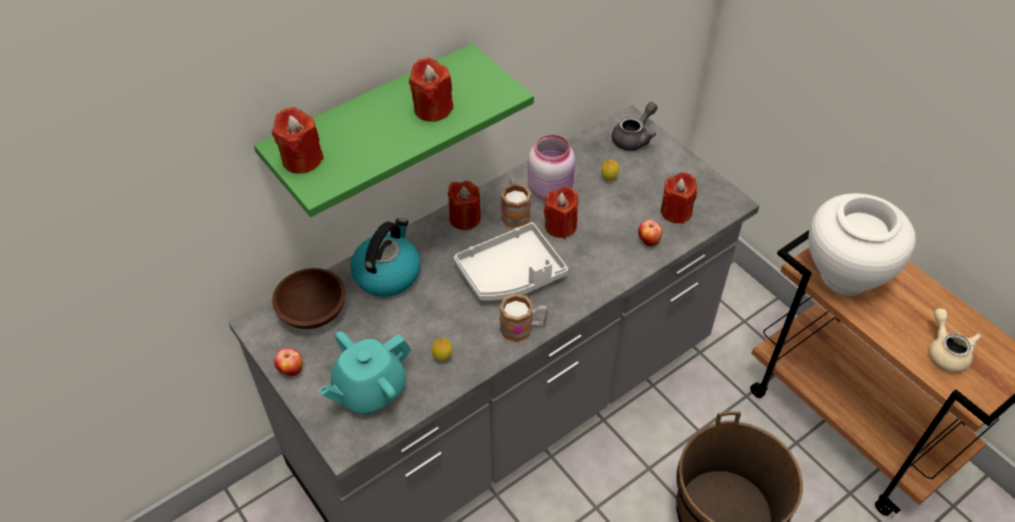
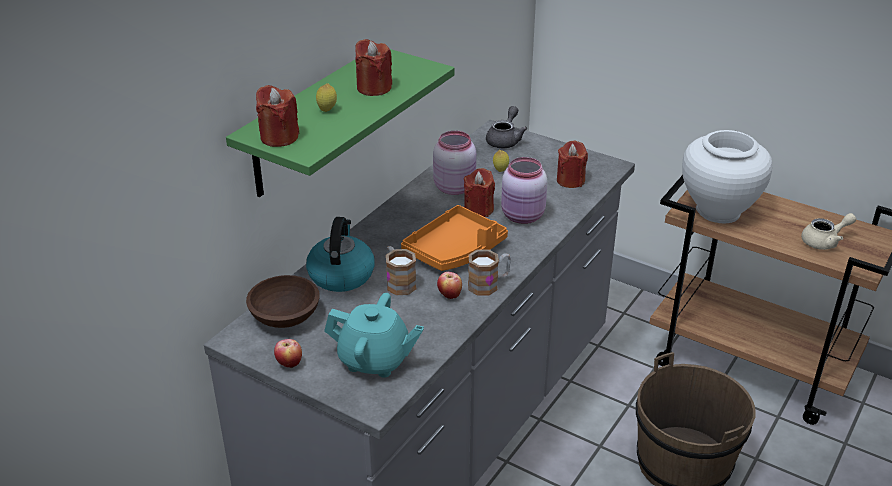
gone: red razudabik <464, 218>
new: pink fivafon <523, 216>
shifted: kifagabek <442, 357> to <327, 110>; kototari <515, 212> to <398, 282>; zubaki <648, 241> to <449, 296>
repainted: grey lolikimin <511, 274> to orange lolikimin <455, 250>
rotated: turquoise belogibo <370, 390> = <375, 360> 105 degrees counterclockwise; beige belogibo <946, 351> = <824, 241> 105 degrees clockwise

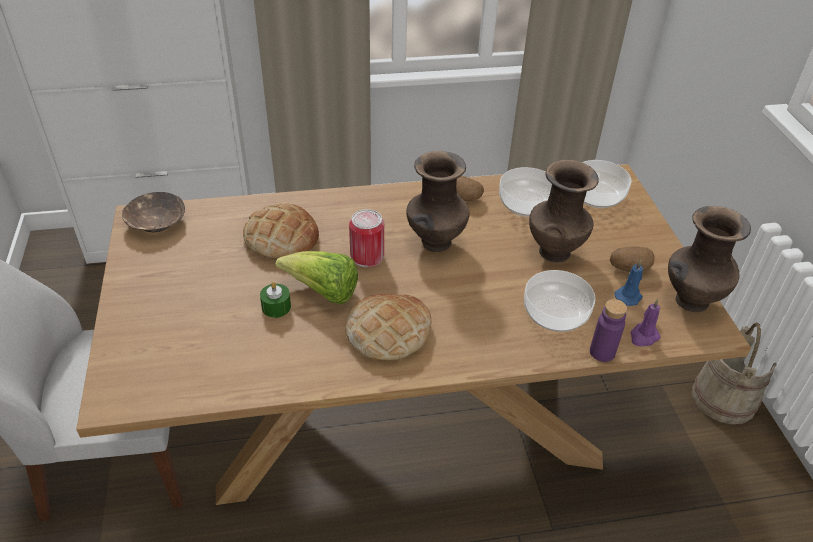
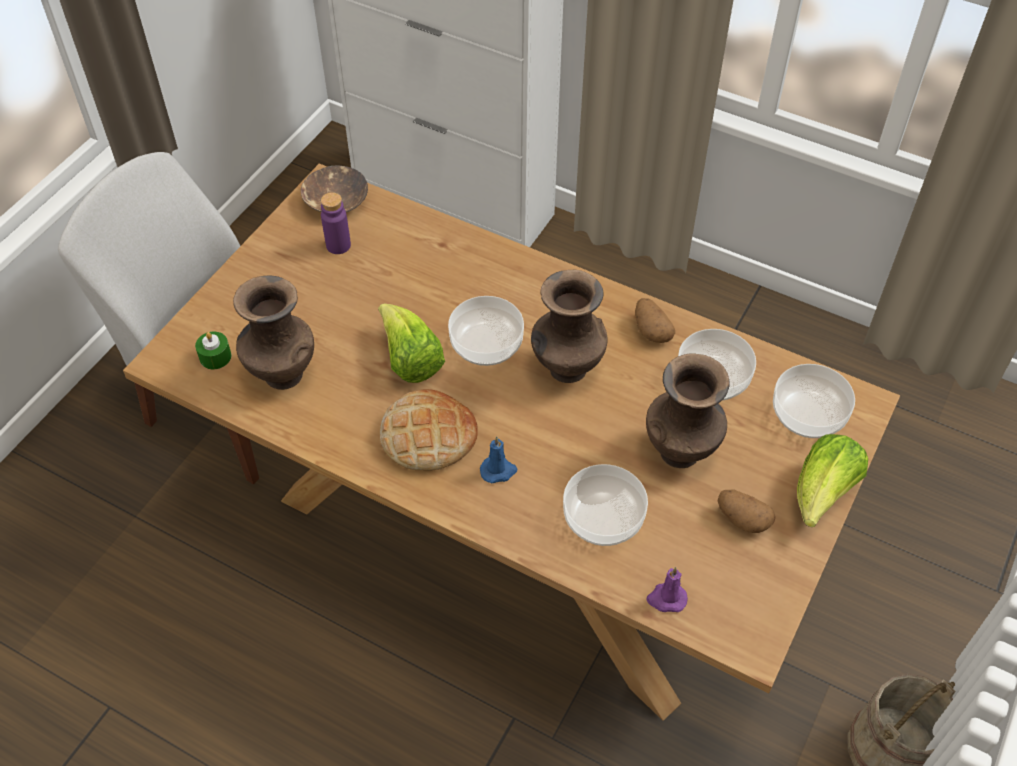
gone: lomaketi <282, 237>
new: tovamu <822, 493>
shifted: green razudabik <276, 307> to <215, 357>; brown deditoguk <690, 301> to <281, 374>; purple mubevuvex <602, 352> to <338, 245>; blue razudabik <629, 296> to <498, 471>
swapped: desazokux <367, 256> to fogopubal <486, 345>

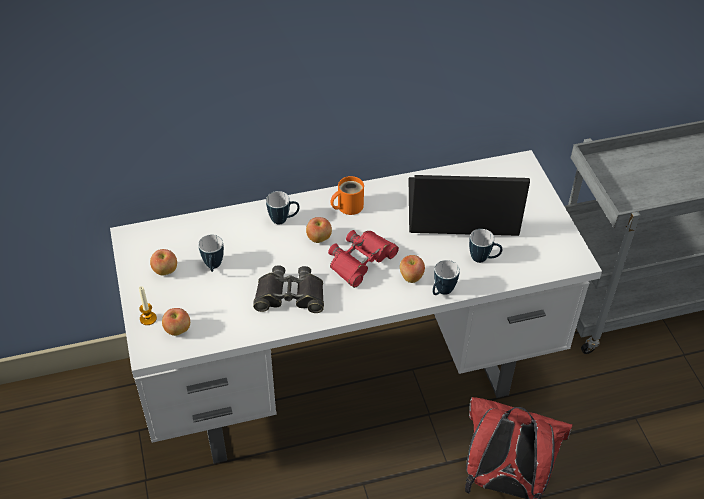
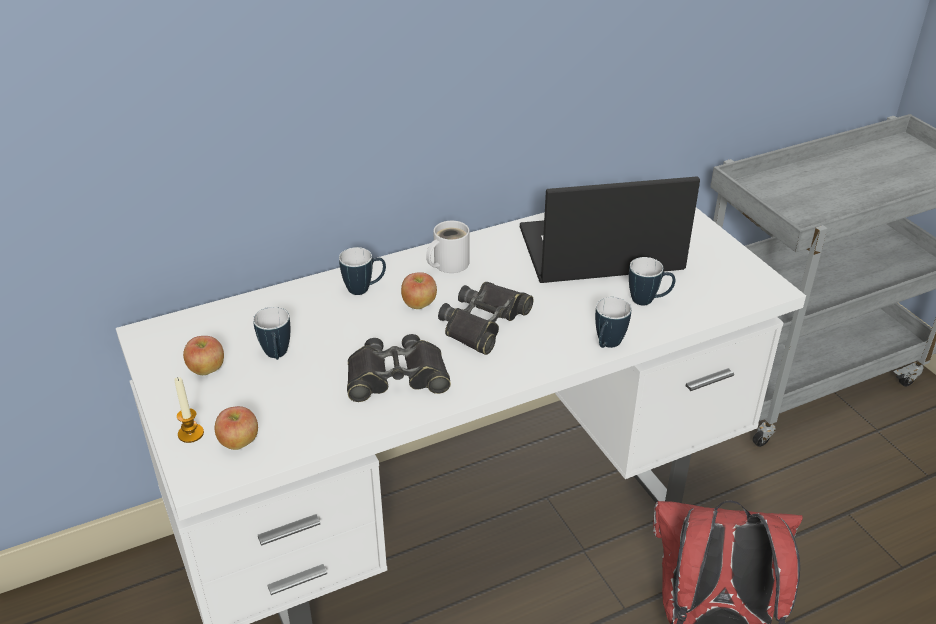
gone: zubaki <411, 277>
repainted: orange kototari <347, 206> to white kototari <447, 264>; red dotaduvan <360, 261> to black dotaduvan <484, 323>

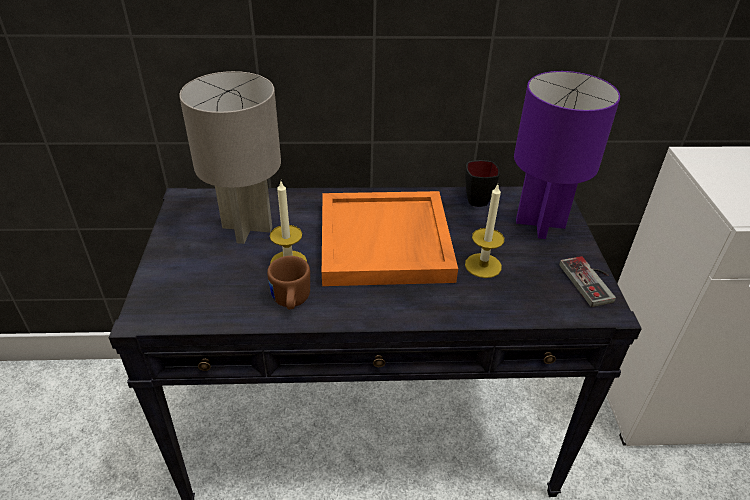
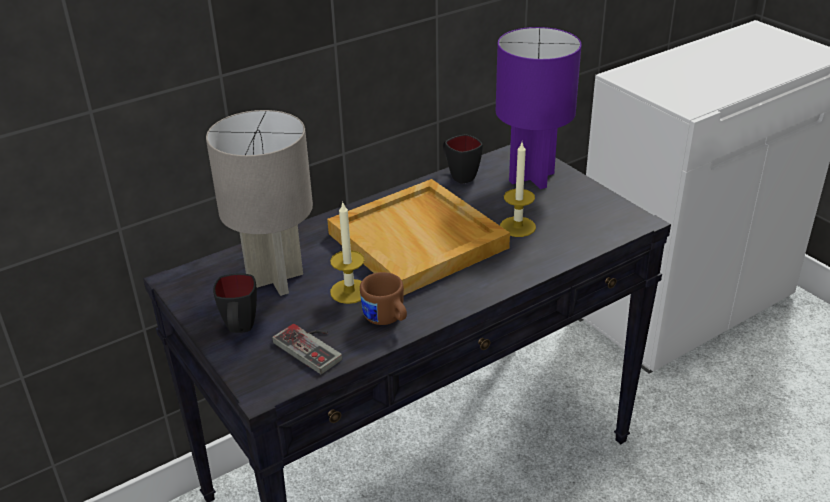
new: black kototari <240, 330>
shifted: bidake <592, 281> to <313, 346>
repainted: orange lolikimin <386, 242> to beige lolikimin <419, 241>

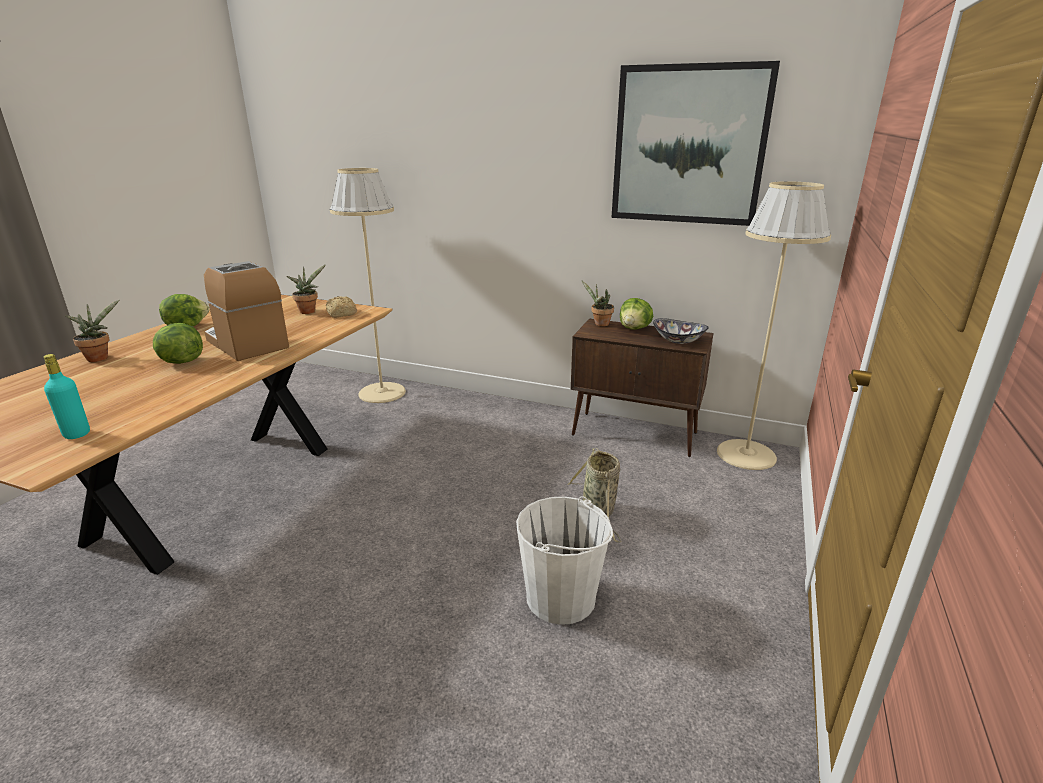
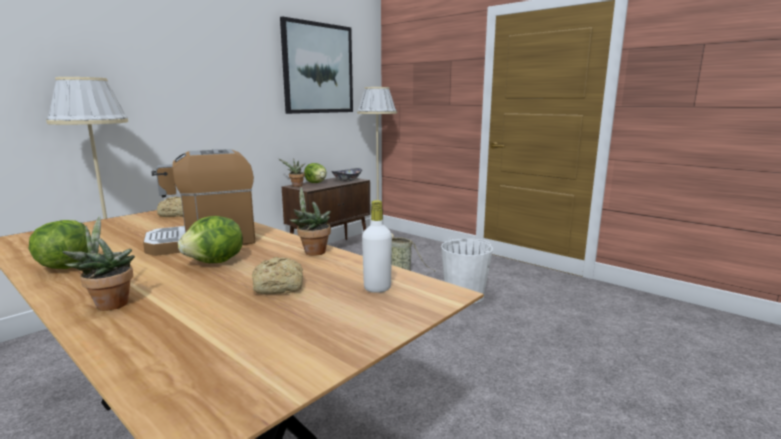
new: lomaketi <280, 287>
shifted: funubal <309, 311> to <312, 251>
repainted: turquoise mubevuvex <77, 434> to white mubevuvex <377, 288>

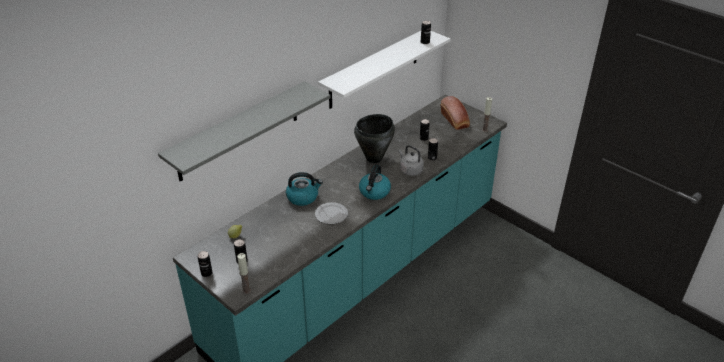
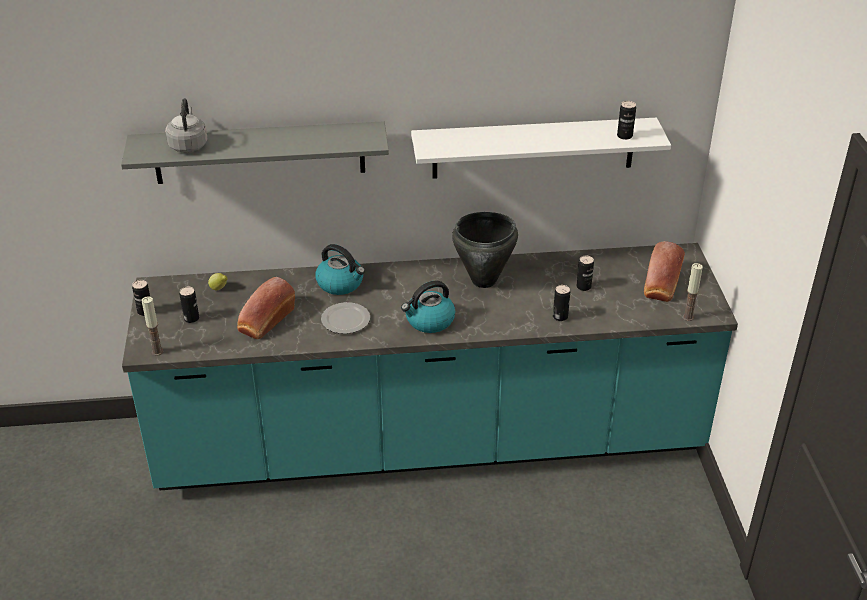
new: lomaketi <265, 321>
shifted: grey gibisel <410, 170> to <188, 145>

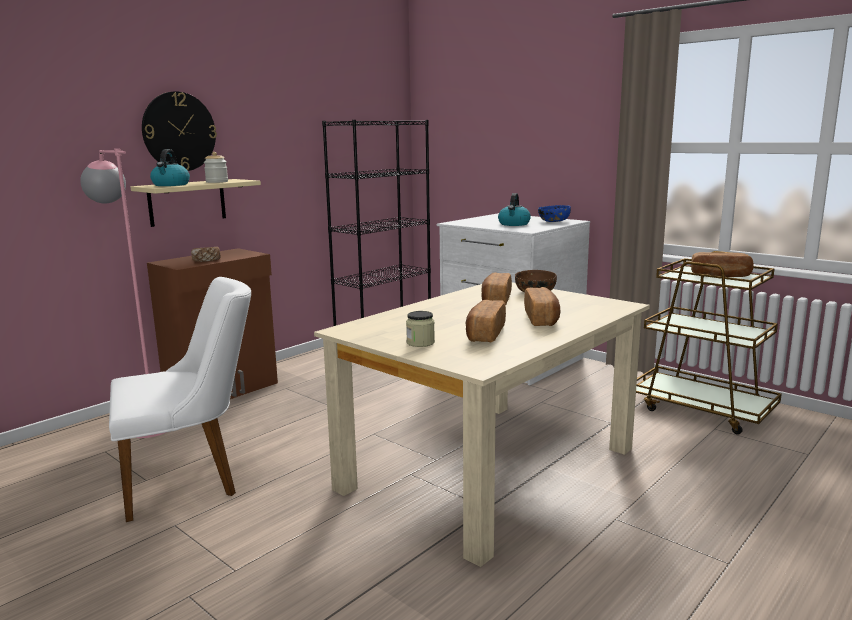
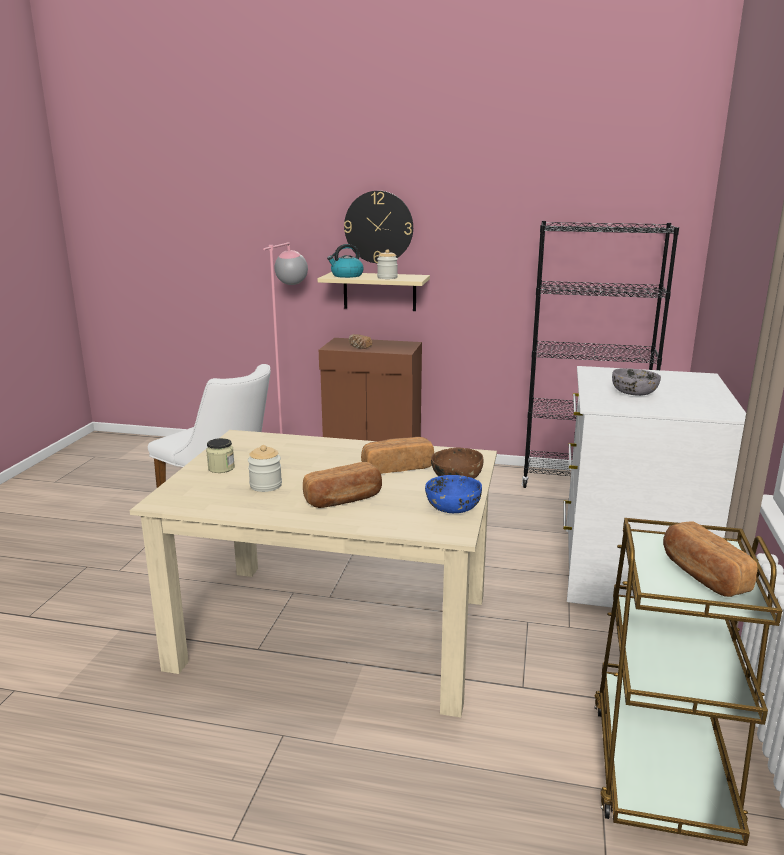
shifted: blue fogopubal <553, 221> to <453, 507>
swapped: lomaketi <484, 334> to fivafon <266, 485>; gibisel <514, 224> to grey fogopubal <634, 393>

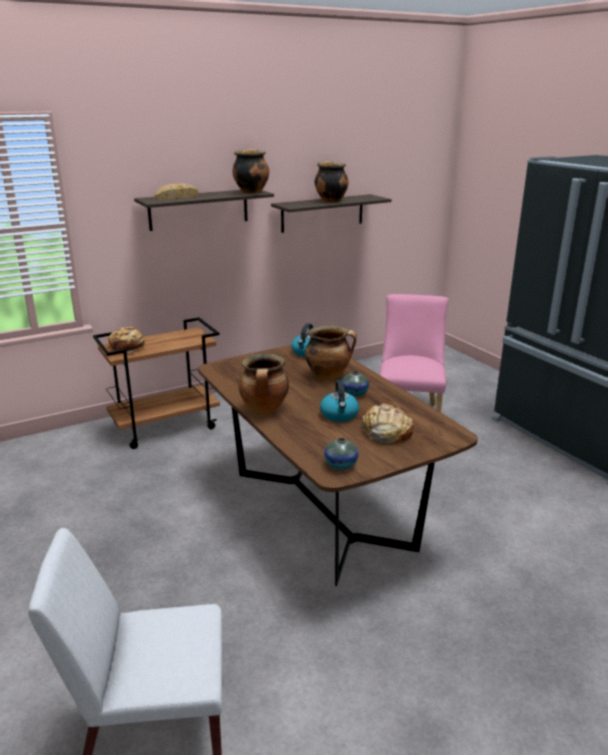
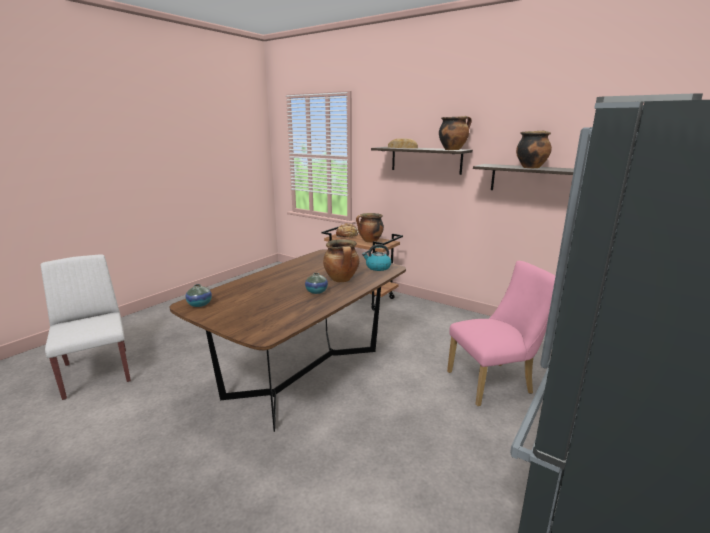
gone: gibisel <339, 415>; lomaketi <386, 432>
shifted: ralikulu <264, 410> to <370, 241>

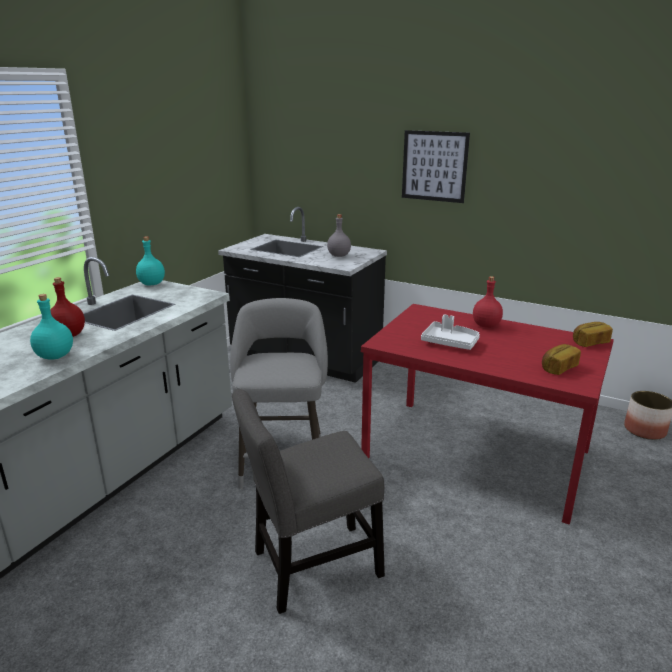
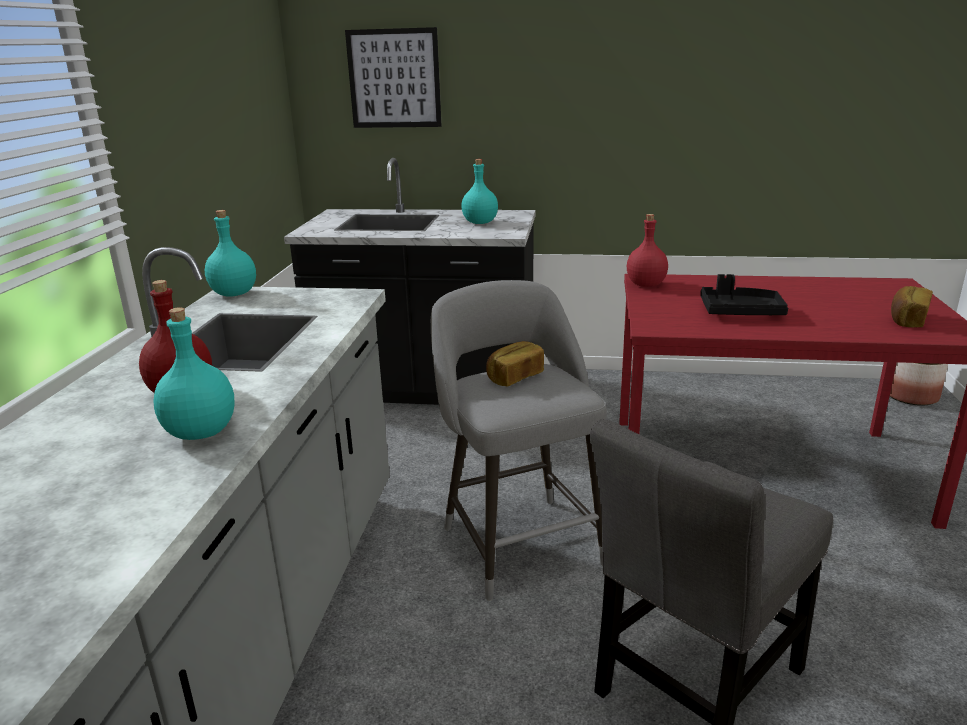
shifted: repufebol <434, 166> to <394, 79>; lomaketi <590, 342> to <514, 377>; red mubevuvex <485, 325> to <645, 284>
repainted: grey mubevuvex <339, 256> to turquoise mubevuvex <480, 223>; white lolikimin <450, 342> to black lolikimin <740, 312>

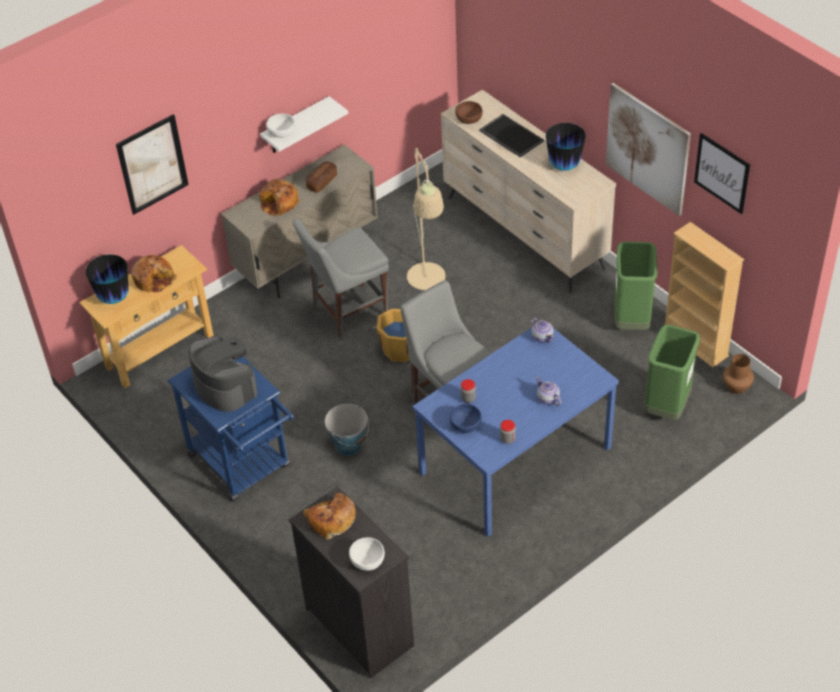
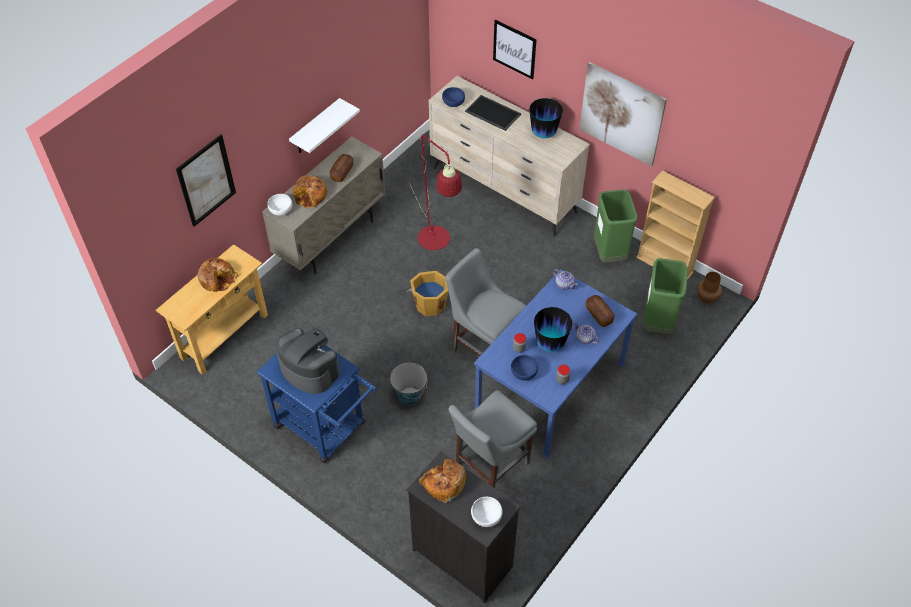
new: lomaketi <599, 314>
shifted: white fogopubal <281, 132> to <280, 210>; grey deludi <347, 312> to <489, 465>; repufebol <722, 173> to <514, 49>; deditoguk <114, 298> to <550, 344>
repainted: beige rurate <428, 283> to red rurate <437, 244>; brown fogopubal <468, 119> to blue fogopubal <453, 102>

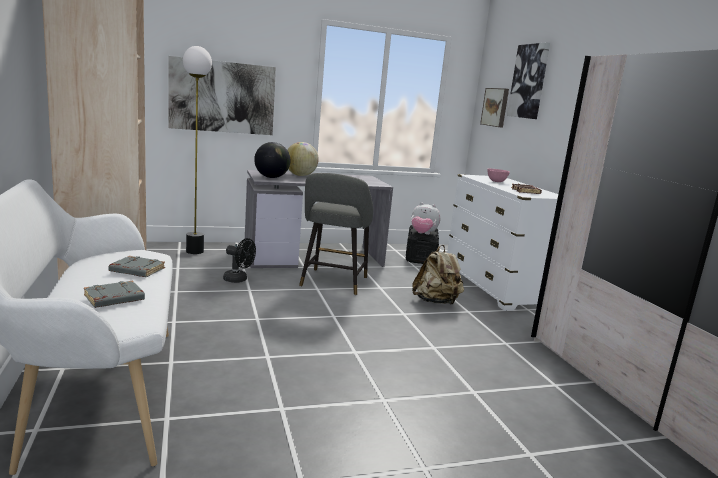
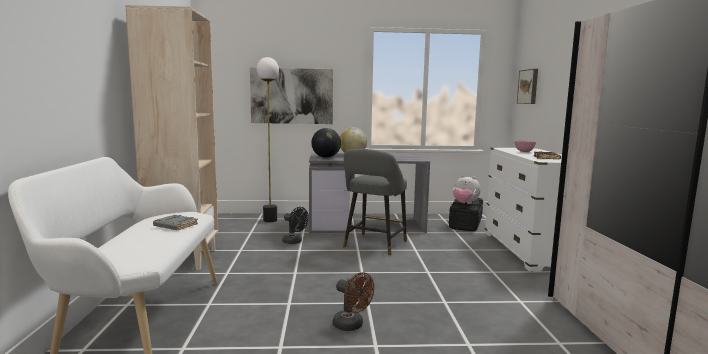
gone: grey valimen <114, 299>; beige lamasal <436, 302>; repufebol <529, 81>
new: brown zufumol <352, 326>

